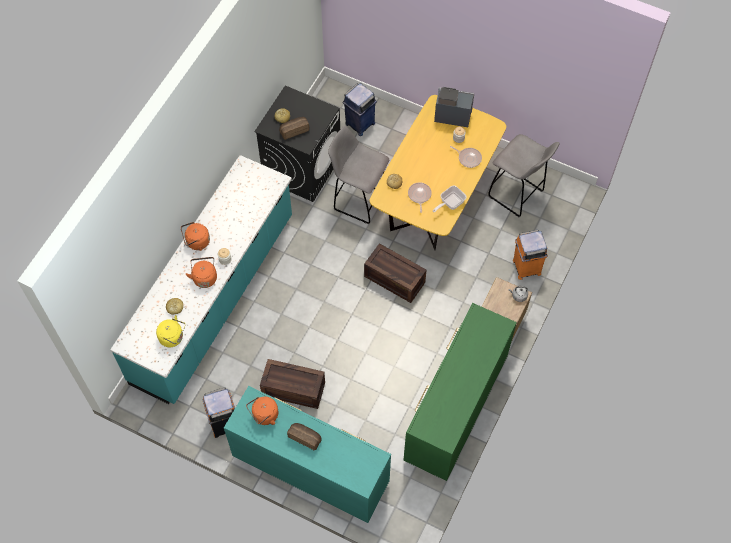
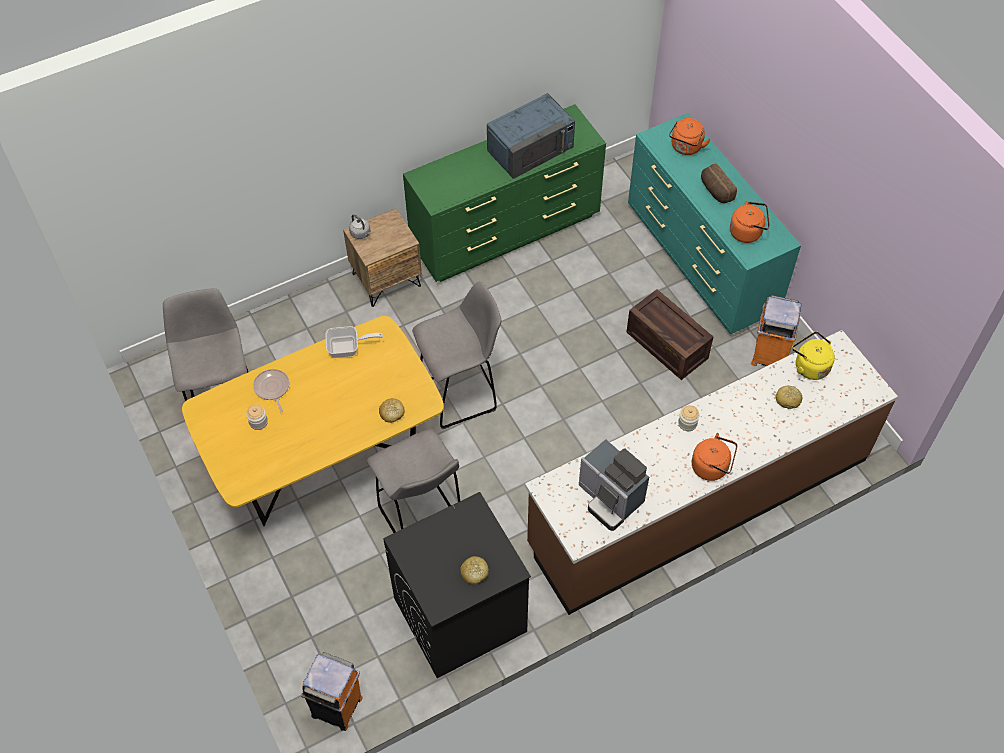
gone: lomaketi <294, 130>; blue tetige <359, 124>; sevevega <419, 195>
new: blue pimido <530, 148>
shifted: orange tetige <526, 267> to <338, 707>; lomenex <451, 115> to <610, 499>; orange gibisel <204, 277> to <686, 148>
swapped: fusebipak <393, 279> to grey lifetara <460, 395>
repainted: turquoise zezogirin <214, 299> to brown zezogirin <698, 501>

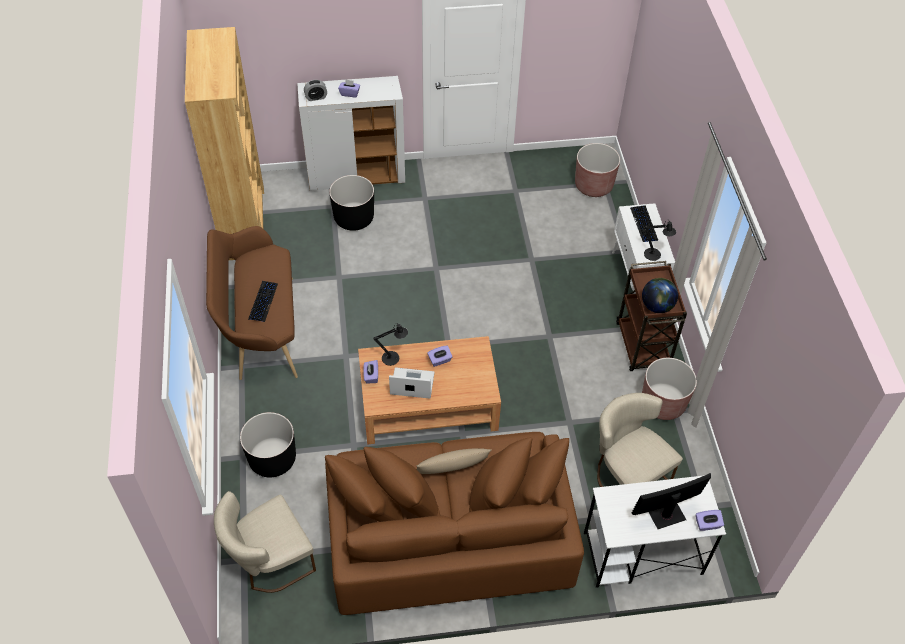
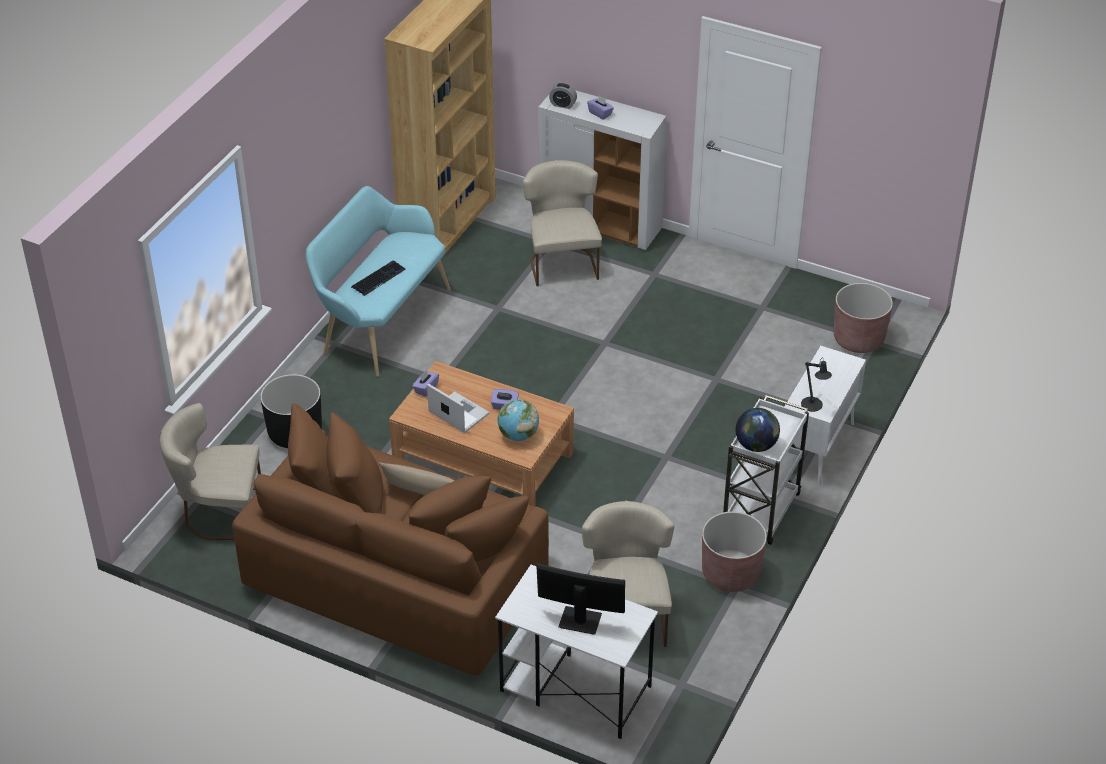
gone: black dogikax <393, 358>; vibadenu <644, 224>; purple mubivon <707, 524>
new: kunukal <518, 435>
swapped: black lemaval <354, 218> to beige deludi <562, 261>
repainted: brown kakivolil <261, 330> to turquoise kakivolil <380, 321>; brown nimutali <642, 346> to white nimutali <760, 513>

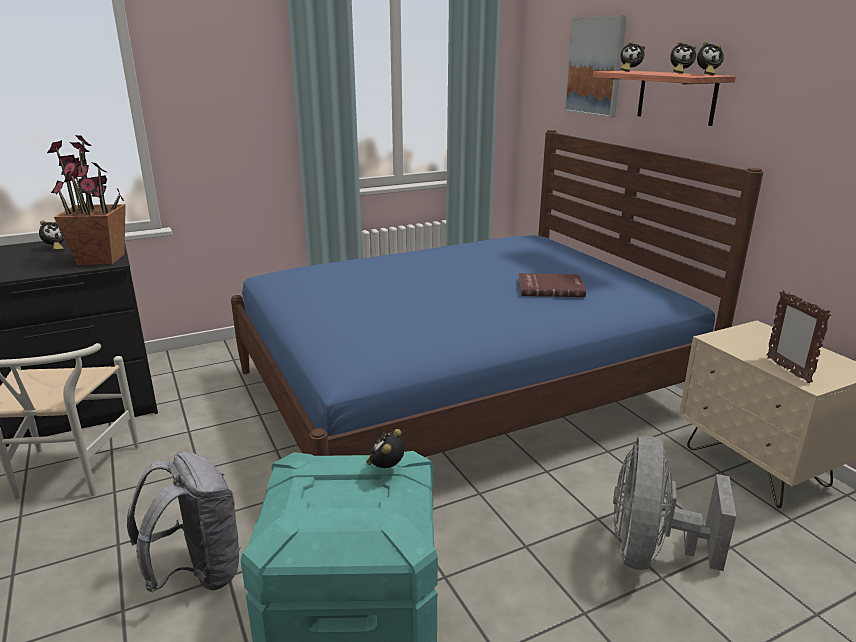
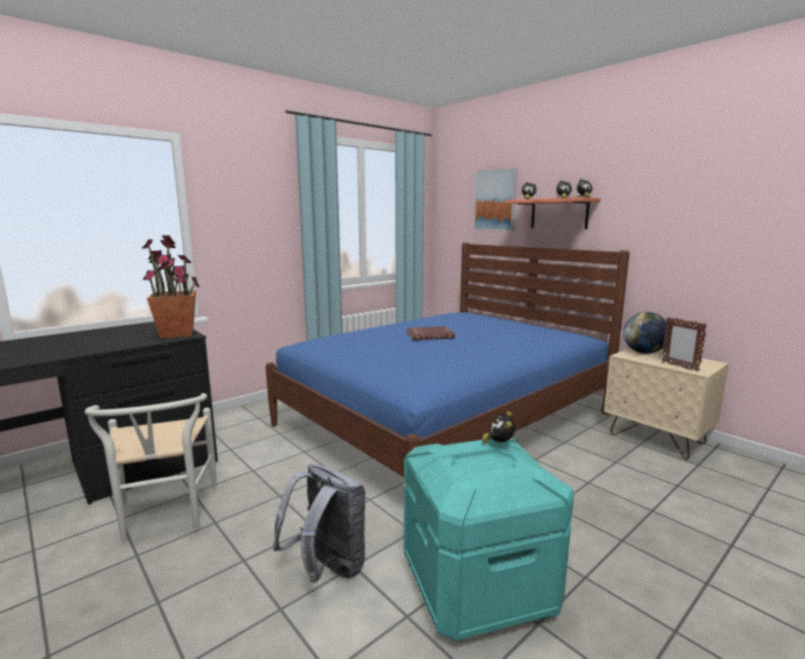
gone: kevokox <55, 248>; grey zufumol <651, 552>
new: kunukal <643, 352>
shifted: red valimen <550, 288> to <429, 335>

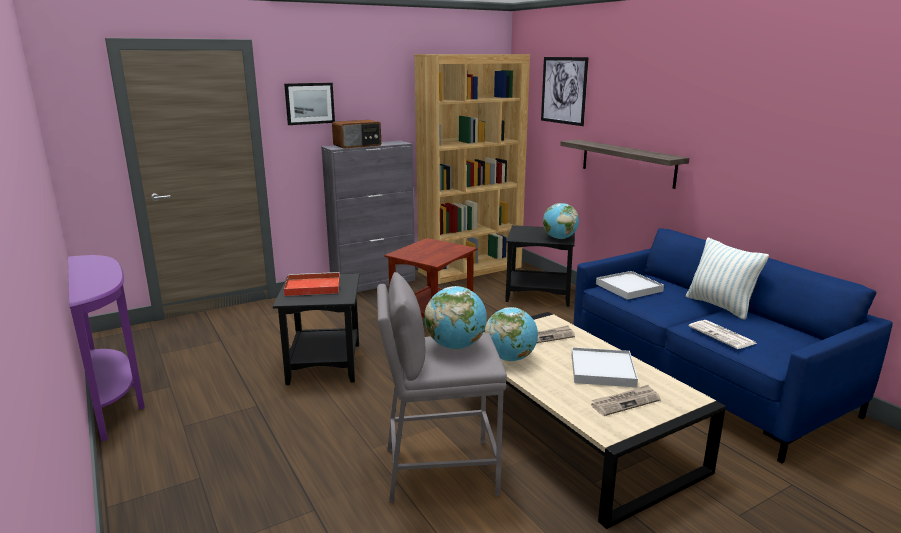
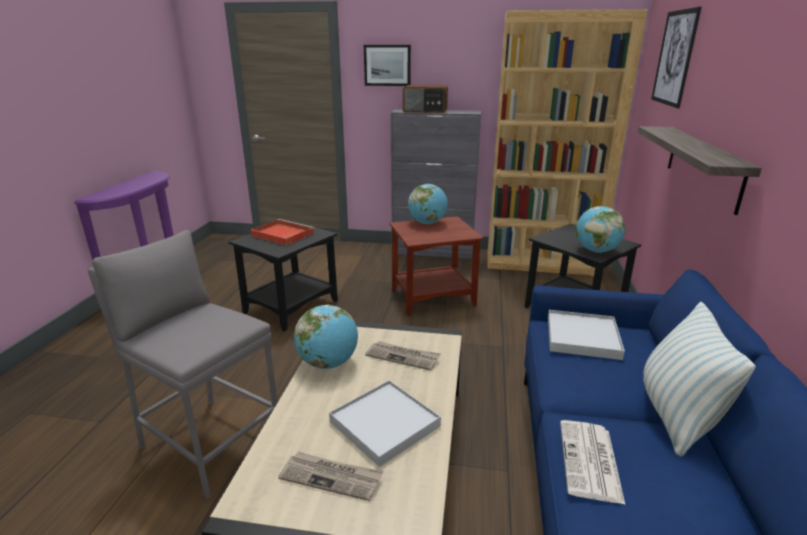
shifted: kunukal <455, 346> to <427, 223>

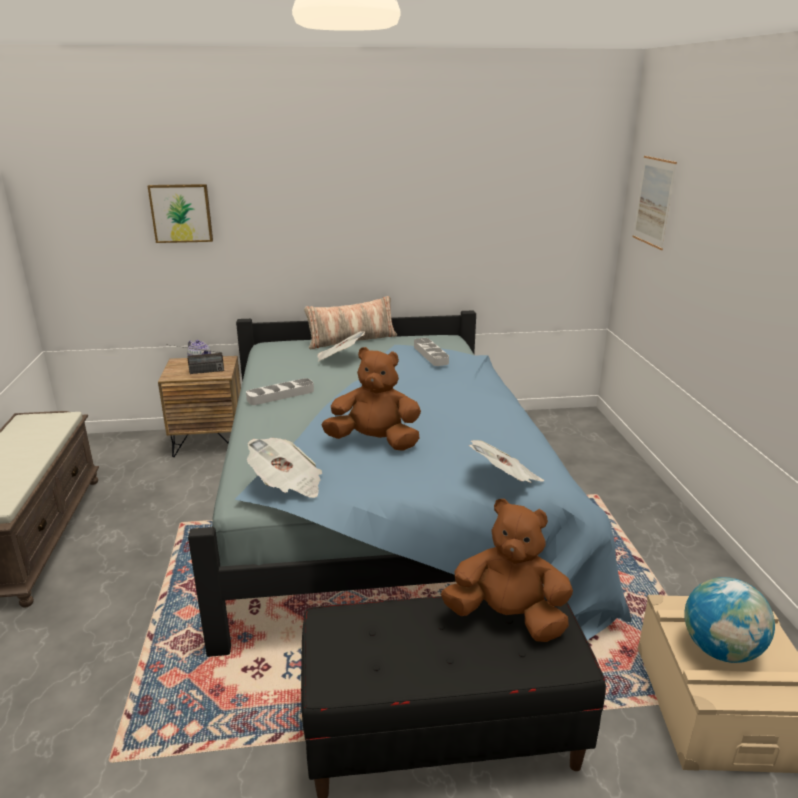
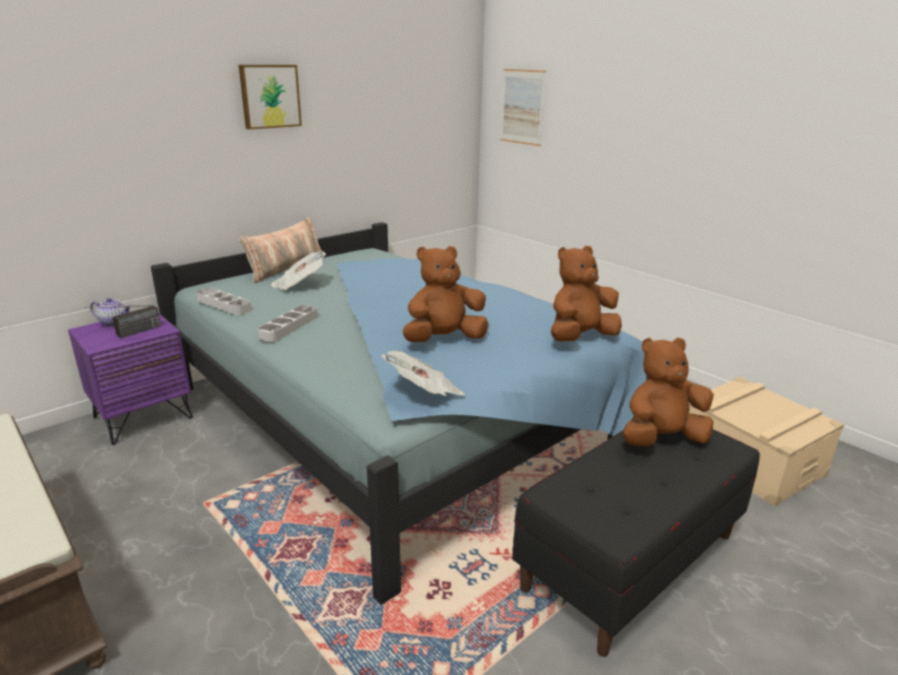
gone: kunukal <720, 650>
shifted: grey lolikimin <430, 355> to <223, 305>; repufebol <181, 213> to <269, 96>
swapped: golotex <505, 479> to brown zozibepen <580, 337>
repainted: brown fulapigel <209, 442> to purple fulapigel <143, 417>

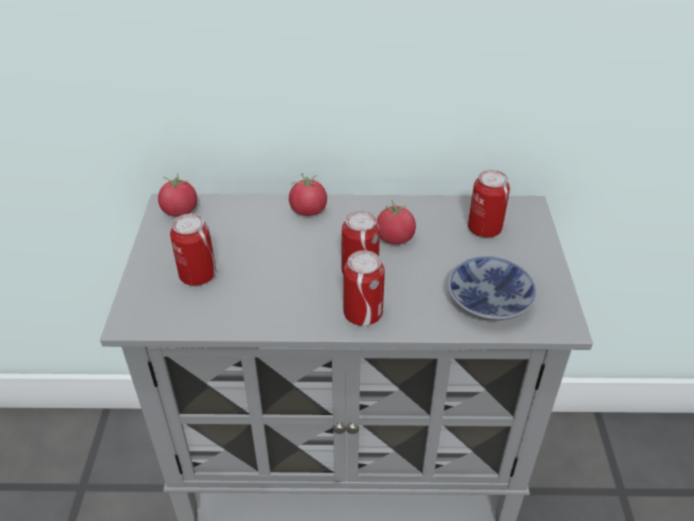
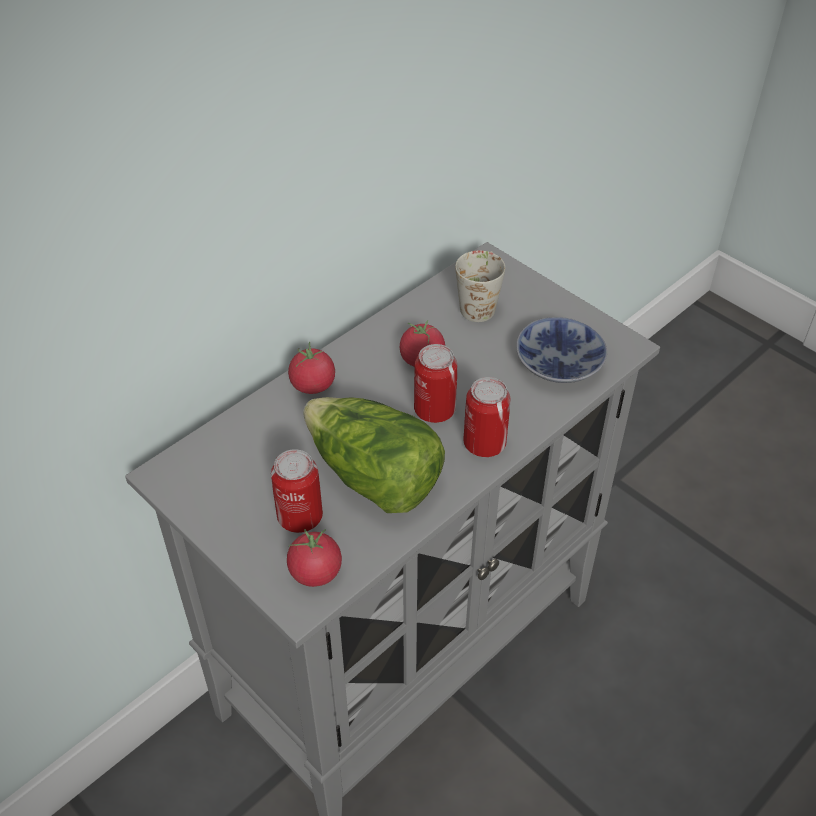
new: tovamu <373, 477>
shifted: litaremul <180, 211> to <315, 572>
swapped: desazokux <484, 229> to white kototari <480, 303>

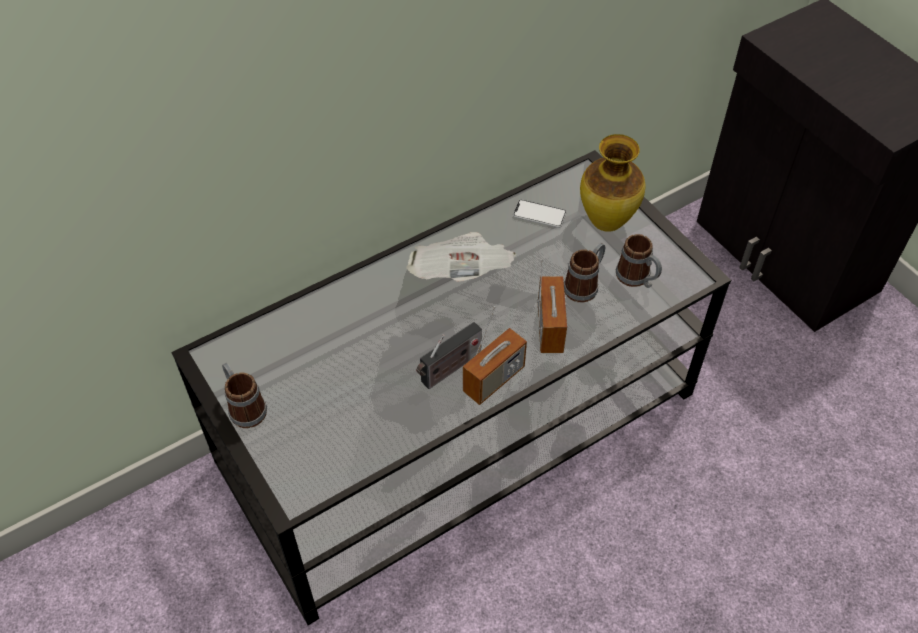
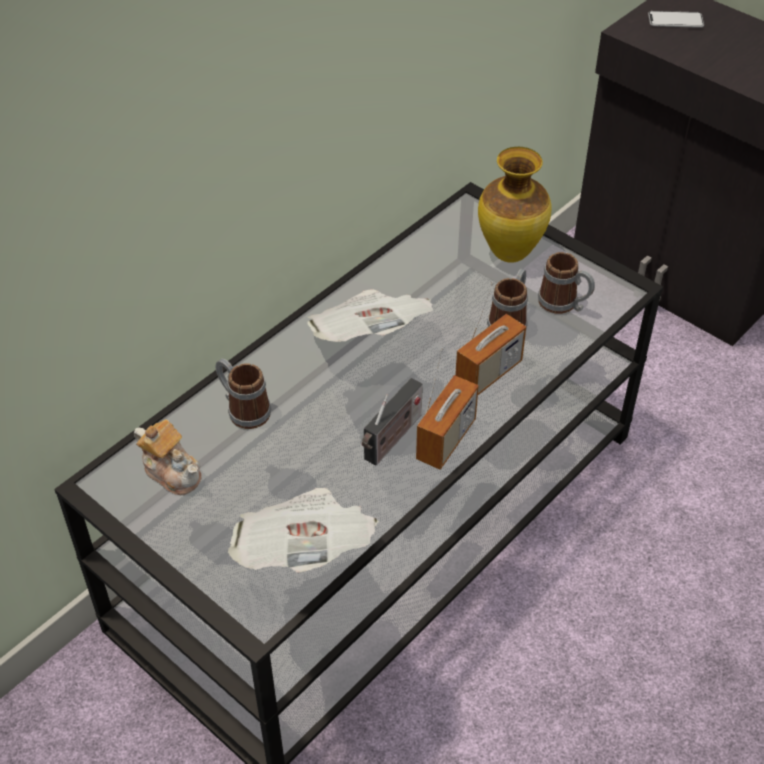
new: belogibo <172, 471>; golotex <305, 551>
shifted: kototari <244, 407> to <243, 409>; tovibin <539, 214> to <675, 20>
rotated: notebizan <550, 328> = <488, 374> 60 degrees clockwise

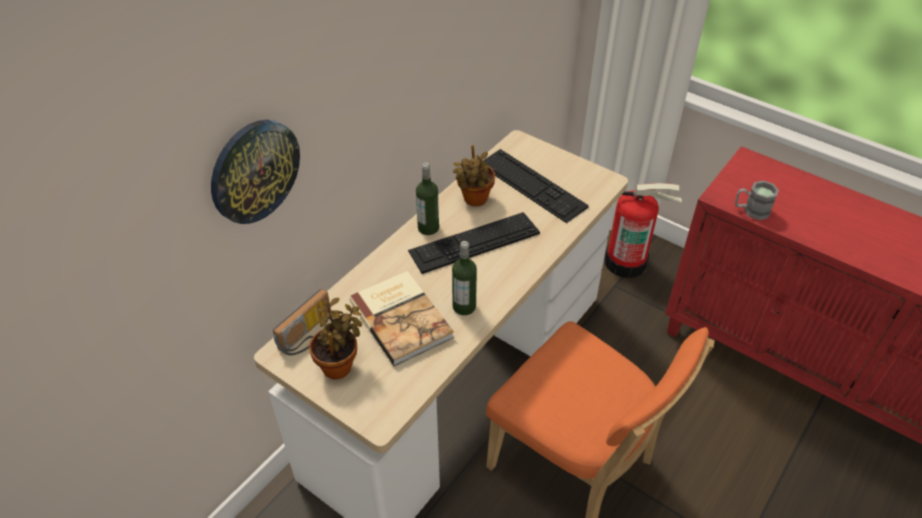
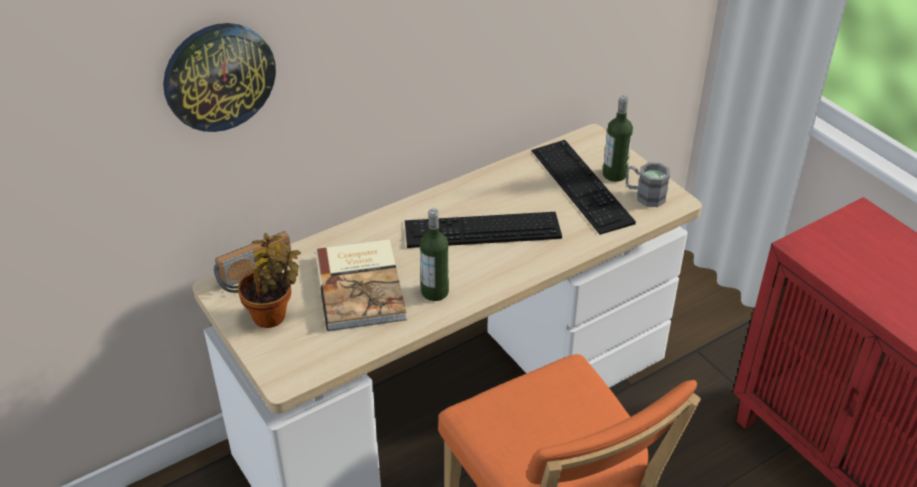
gone: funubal <474, 200>; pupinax <626, 261>
shifted: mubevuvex <428, 228> to <614, 174>; grey kototari <751, 210> to <644, 196>

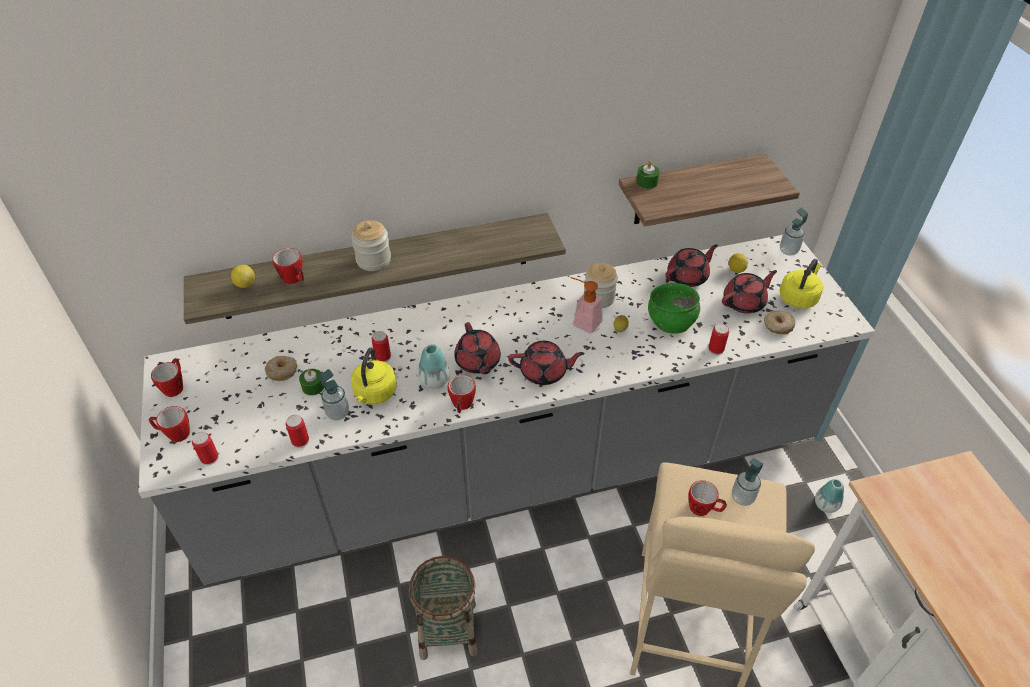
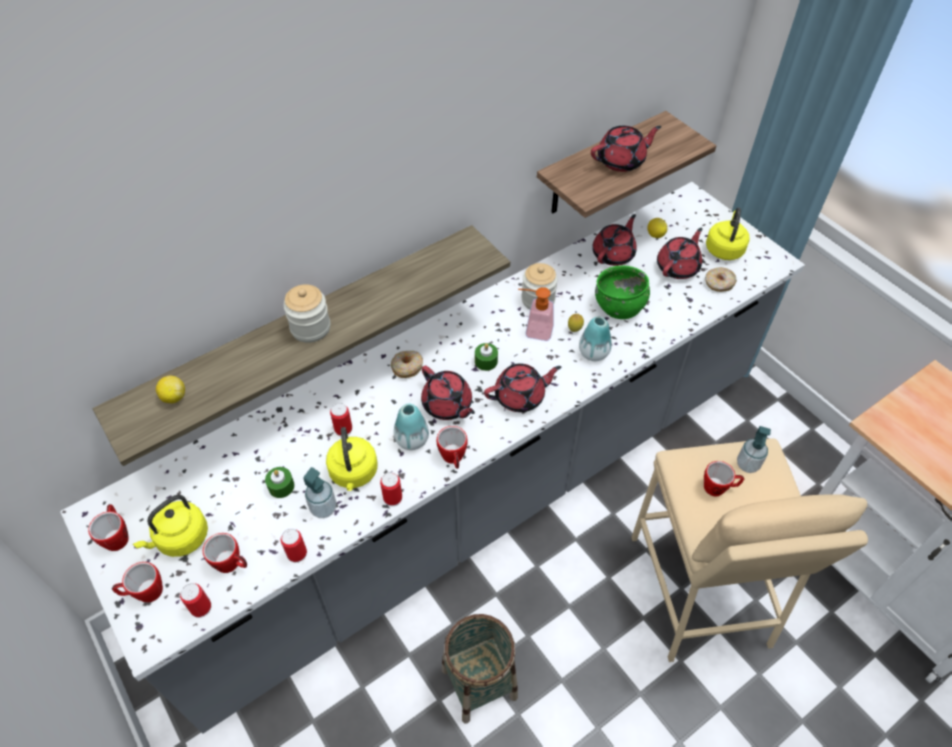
gone: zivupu <788, 250>
new: yellow gibisel <180, 539>; red belogibo <621, 161>
shifted: kototari <294, 279> to <232, 564>; desazokux <715, 349> to <392, 498>; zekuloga <282, 371> to <407, 367>; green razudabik <646, 182> to <486, 361>; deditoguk <825, 505> to <593, 353>

